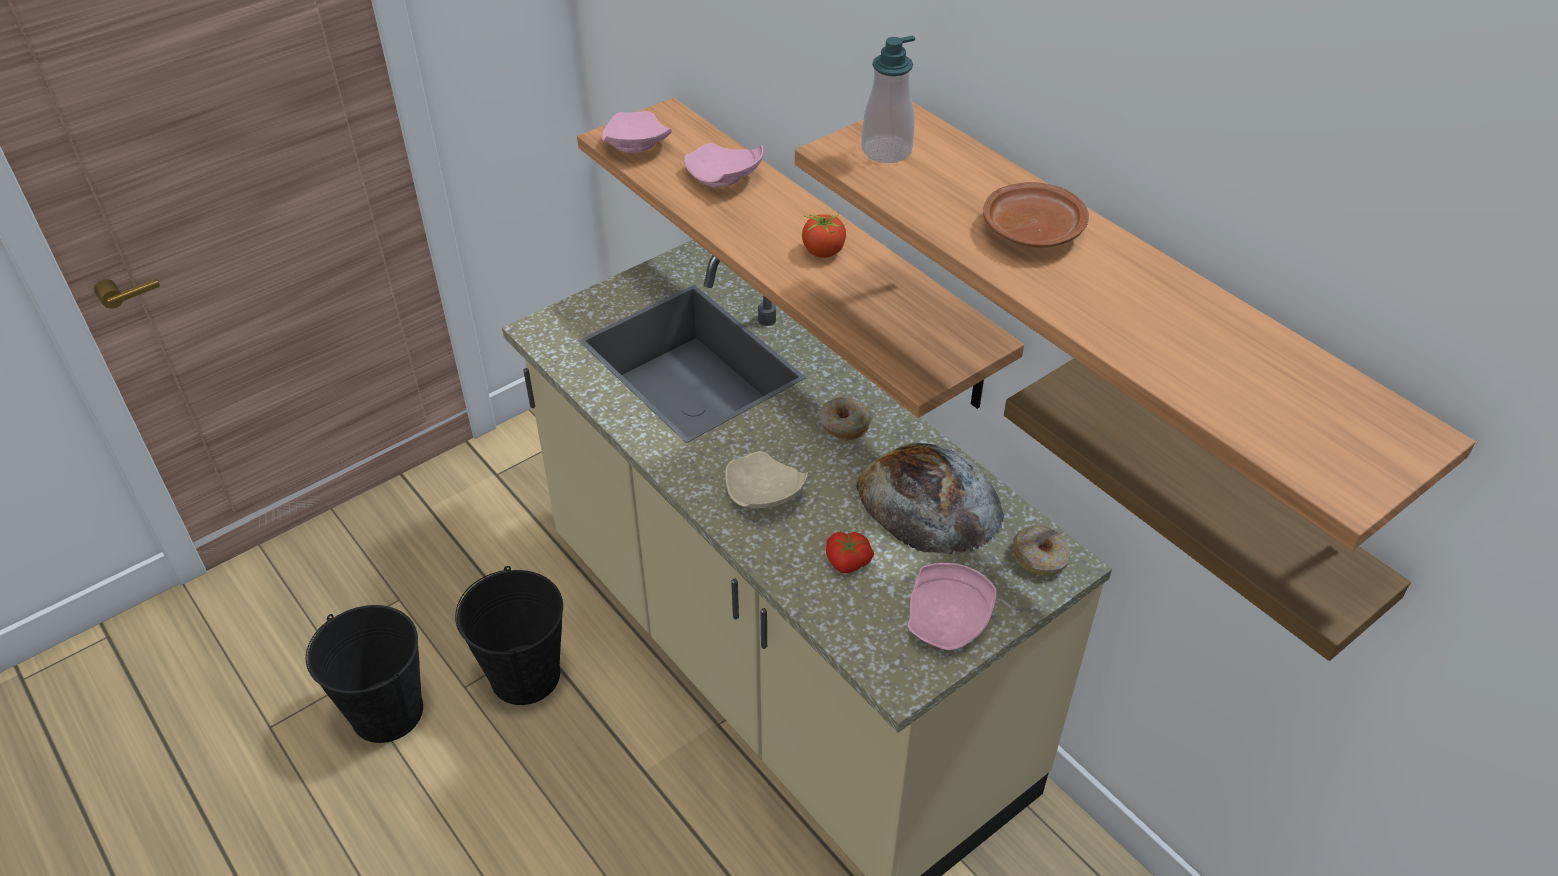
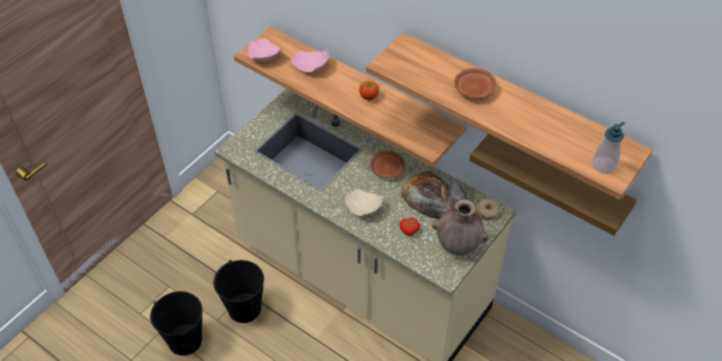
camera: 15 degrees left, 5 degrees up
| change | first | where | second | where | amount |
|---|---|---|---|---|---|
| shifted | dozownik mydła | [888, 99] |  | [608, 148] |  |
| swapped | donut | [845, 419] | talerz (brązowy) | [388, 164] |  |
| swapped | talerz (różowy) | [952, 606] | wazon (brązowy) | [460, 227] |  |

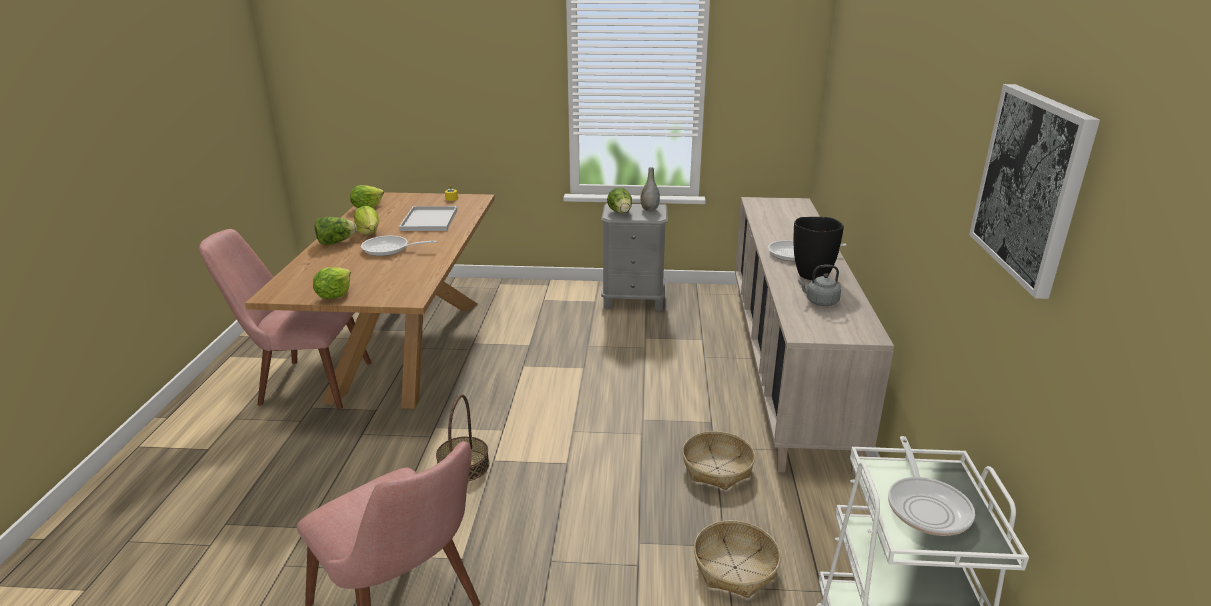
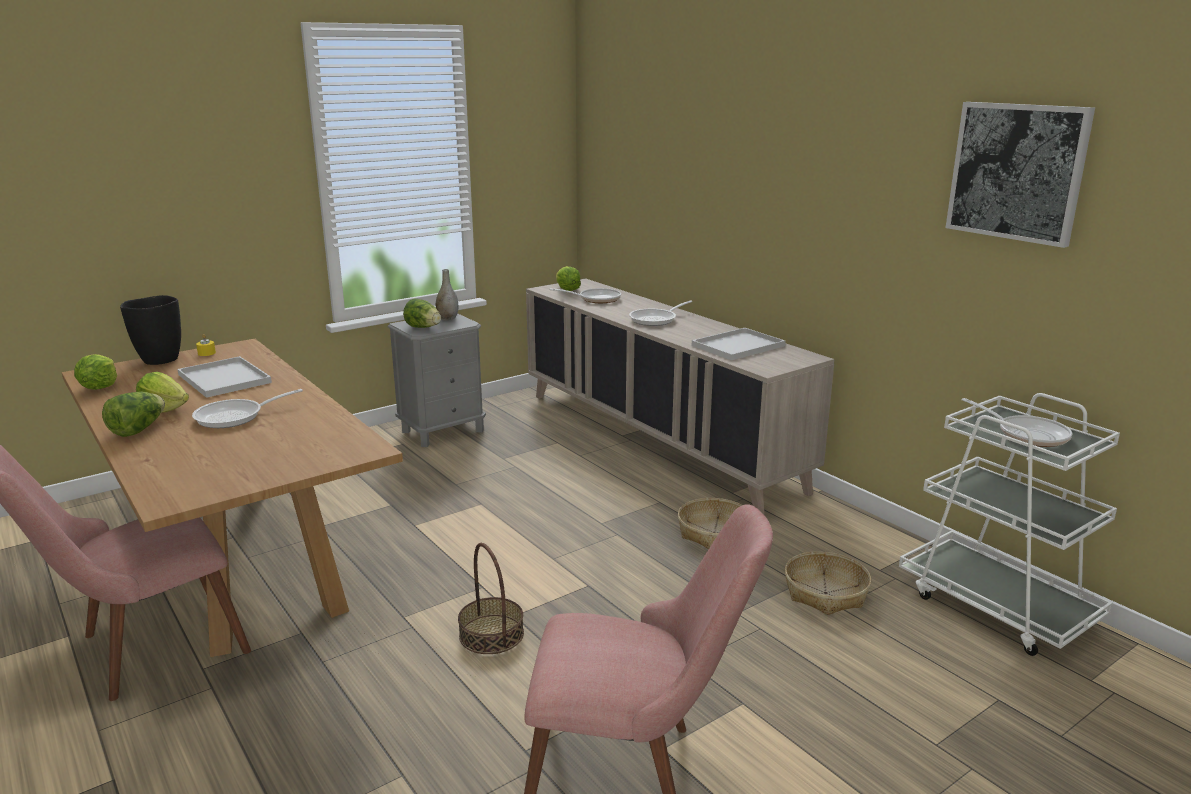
camera: 40 degrees left, 5 degrees down
| change | first | where | second | where | amount |
|---|---|---|---|---|---|
| shifted | wazon (czarny) | [818, 248] |  | [150, 330] |  |
| swapped | czajnik (szary) | [819, 285] | taca (biały) | [739, 344] |  |
| shifted | sałata | [332, 283] |  | [568, 278] |  |
| new |  |  | patelnia | [585, 295] |  |

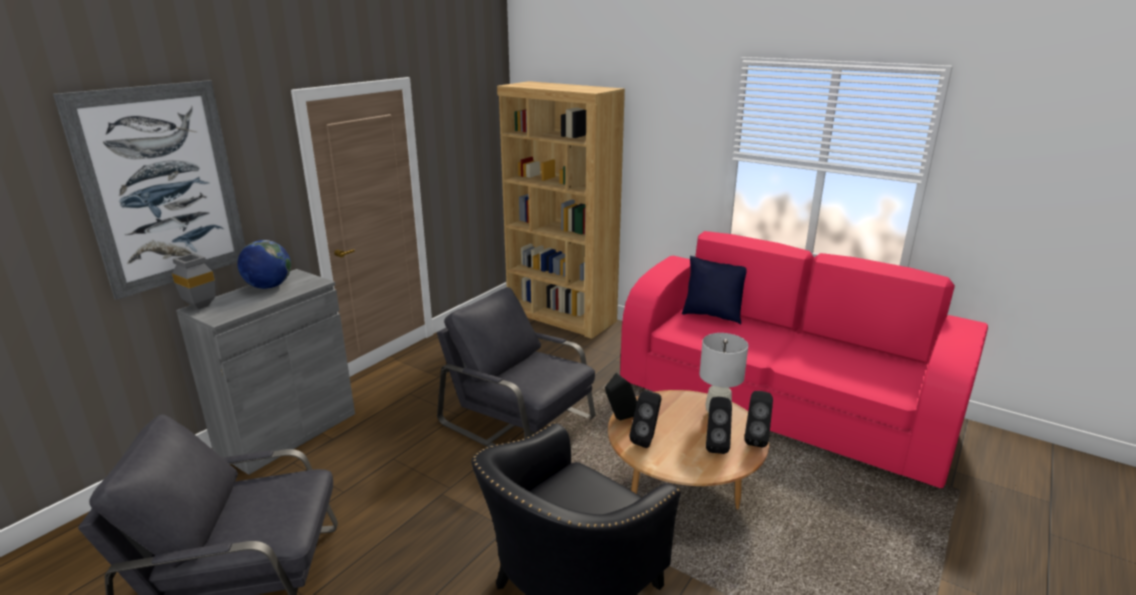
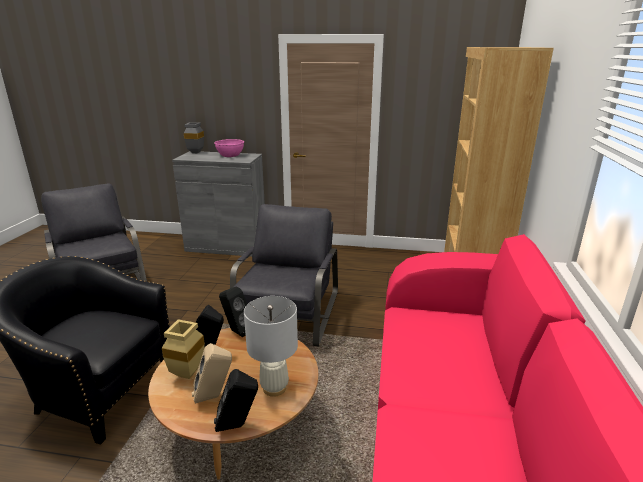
camera: 65 degrees right, 0 degrees up
| change | first | where | second | where | amount |
|---|---|---|---|---|---|
| gone | obraz | [149, 190] |  |  |  |
| swapped | globus | [264, 264] | miska (różowy) | [229, 148] |  |
| gone | poduszka (niebieski) | [714, 290] |  |  |  |
| repainted | głośnik (czarny) | [719, 425] | głośnik (beżowy) | [212, 373] |  |
| new |  |  | wazon (beżowy) | [183, 349] |  |

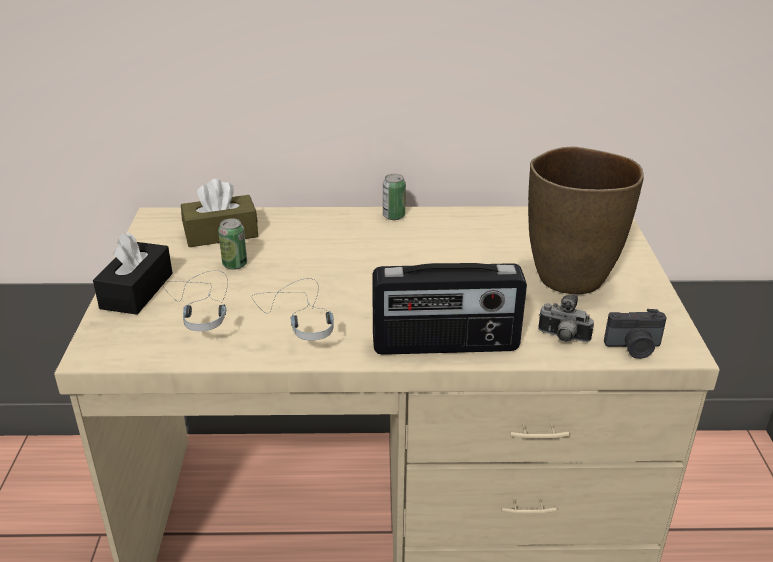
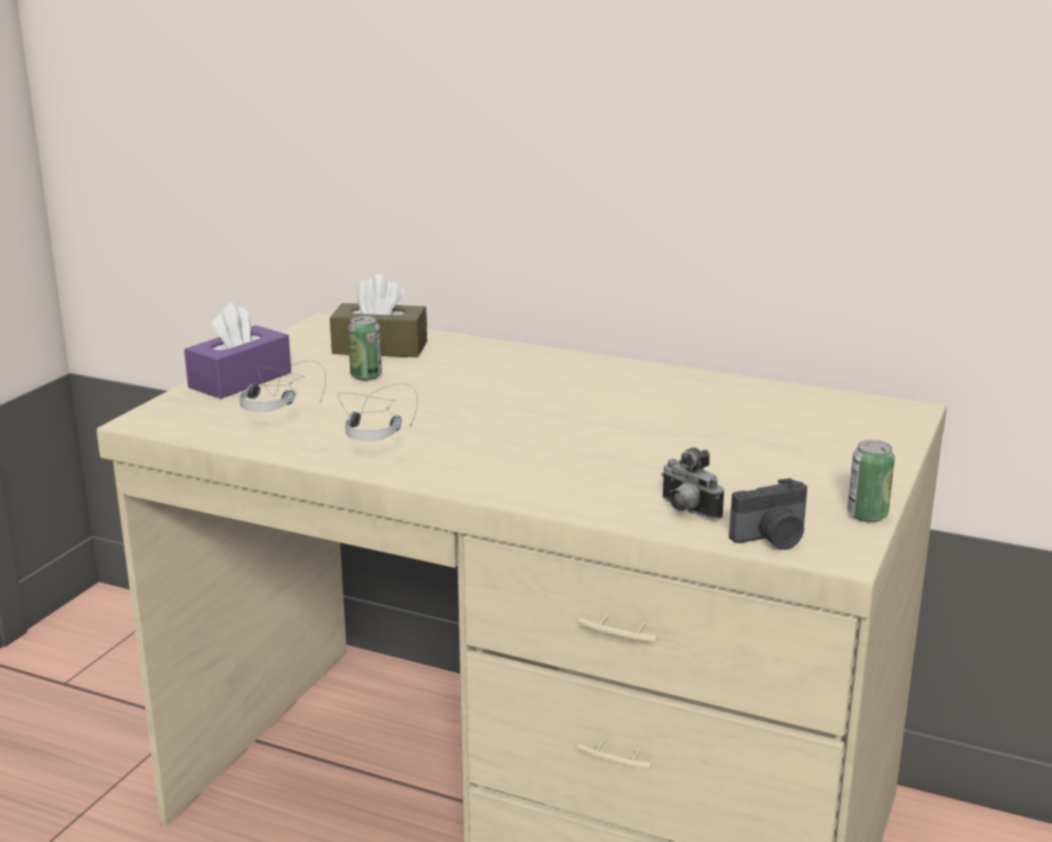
camera: 25 degrees right, 10 degrees down
| change | first | where | second | where | amount |
|---|---|---|---|---|---|
| gone | wazon (brązowy) | [586, 220] |  |  |  |
| shifted | puszka | [394, 197] |  | [871, 481] |  |
| repainted | pudełko chusteczek (czarny) | [133, 273] | pudełko chusteczek (fioletowy) | [237, 350] |  |
| gone | radio | [449, 309] |  |  |  |
| rotated | aparat fotograficzny | [635, 334] |  | [768, 514] | 45 degrees counterclockwise |

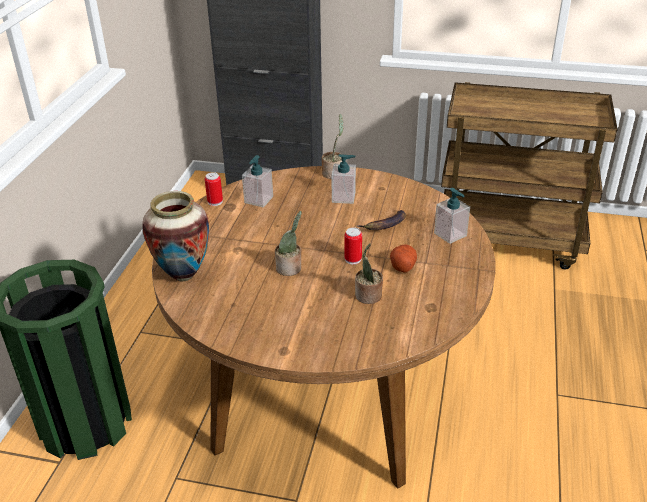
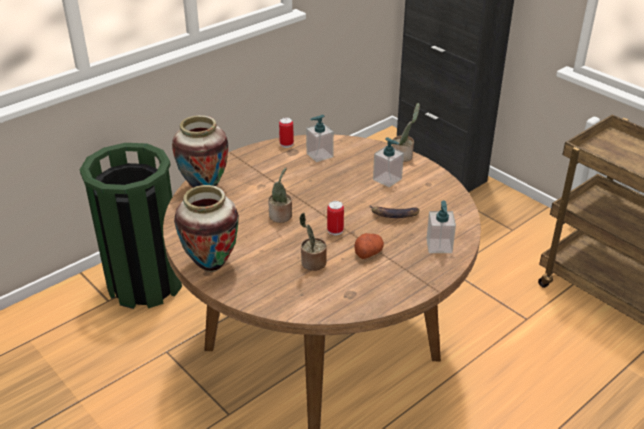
camera: 35 degrees right, 0 degrees up
| change | first | where | second | where | amount |
|---|---|---|---|---|---|
| new |  |  | wazon | [206, 228] |  |

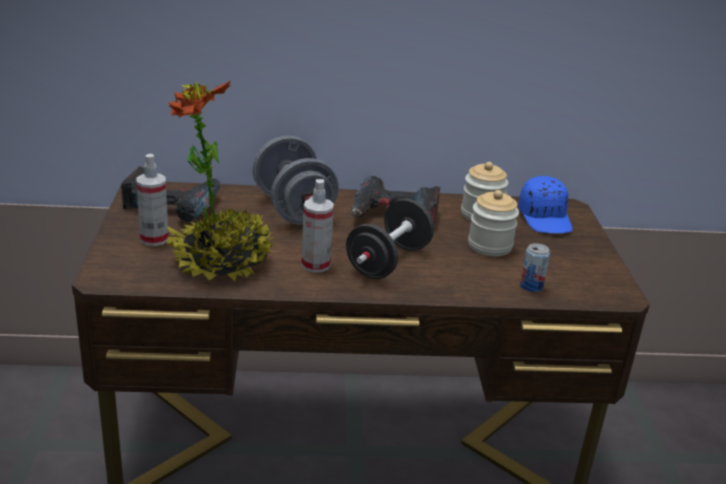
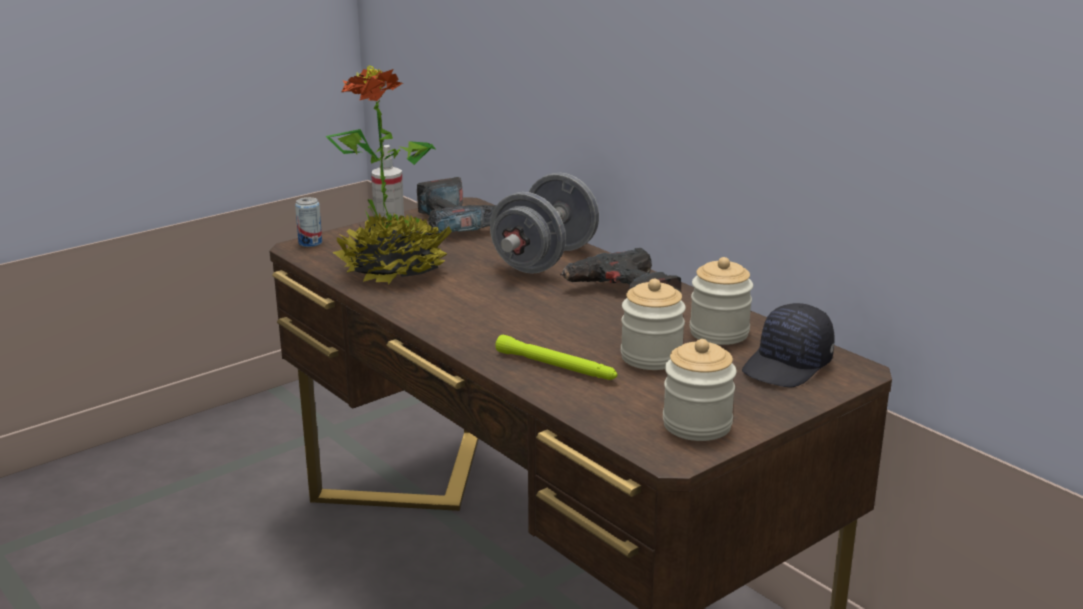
camera: 55 degrees right, 5 degrees down
| change | first | where | second | where | amount |
|---|---|---|---|---|---|
| repainted | czapka z daszkiem (niebieski) | [545, 204] | czapka z daszkiem (czarny) | [788, 345] |  |
| gone | spryskiwacz | [317, 226] |  |  |  |
| gone | hantel (czarny) | [390, 238] |  |  |  |
| shifted | puszka | [535, 267] |  | [308, 222] |  |
| new |  |  | latarka (zielony) | [556, 357] |  |
| new |  |  | słoik | [700, 390] |  |

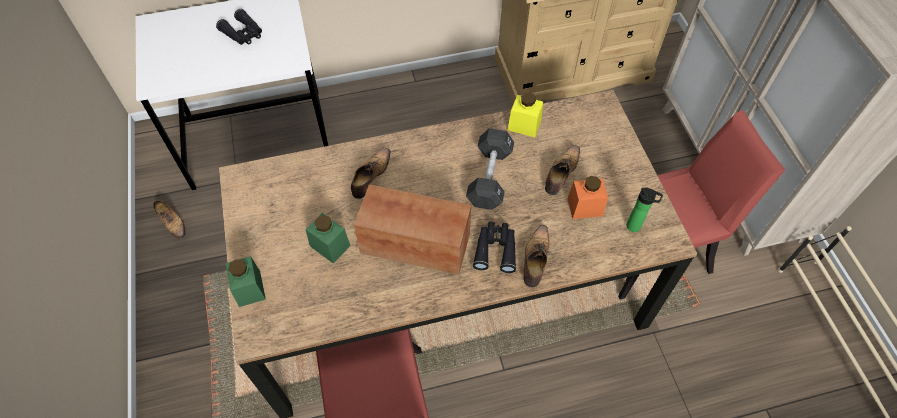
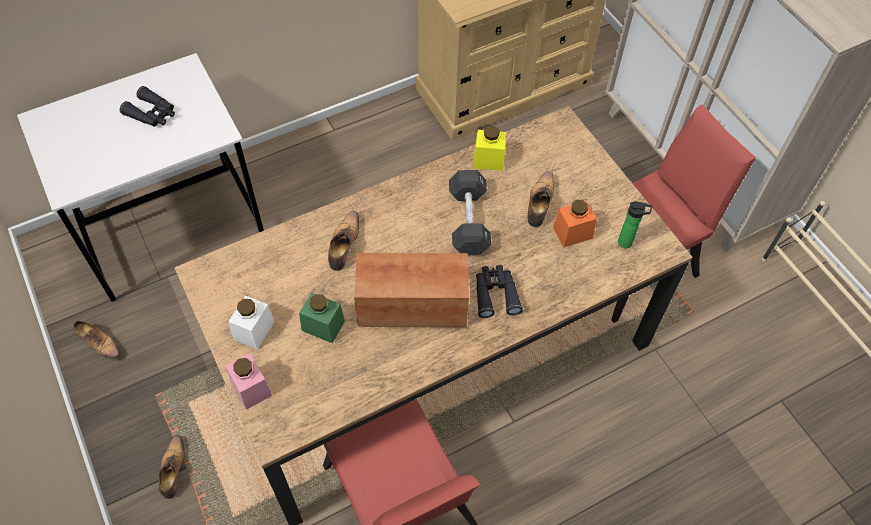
camera: 15 degrees left, 0 degrees up
| change | first | where | second | where | amount |
|---|---|---|---|---|---|
| shifted | but | [536, 256] |  | [171, 467] |  |
| repainted | słoik (zielony) | [246, 281] | słoik (różowy) | [249, 381] |  |
| new |  |  | słoik (biały) | [251, 322] |  |

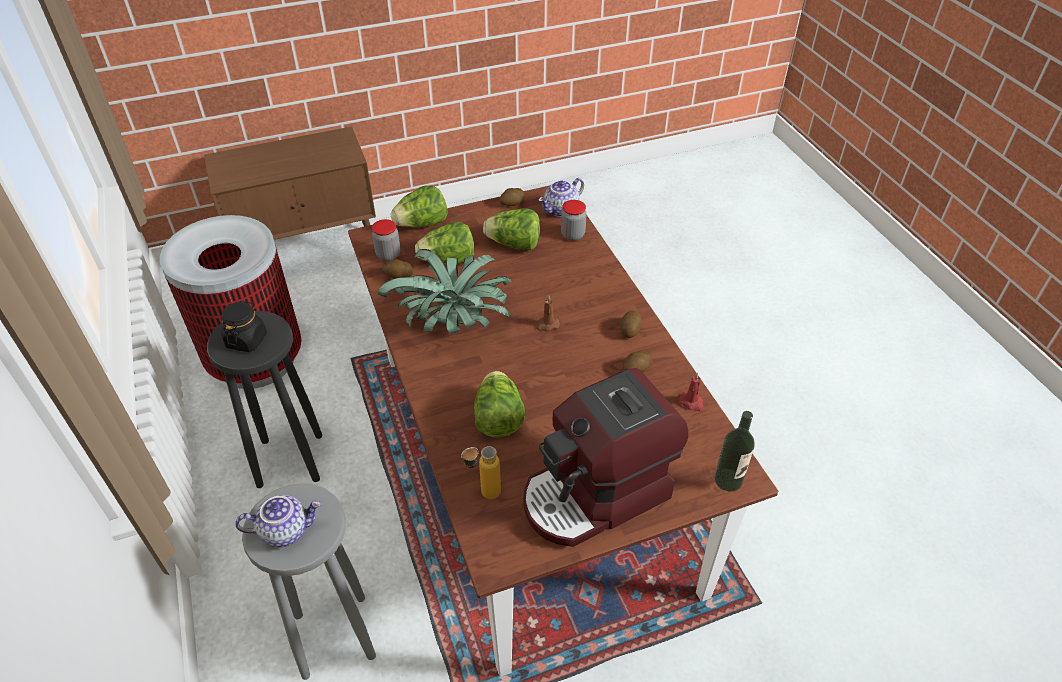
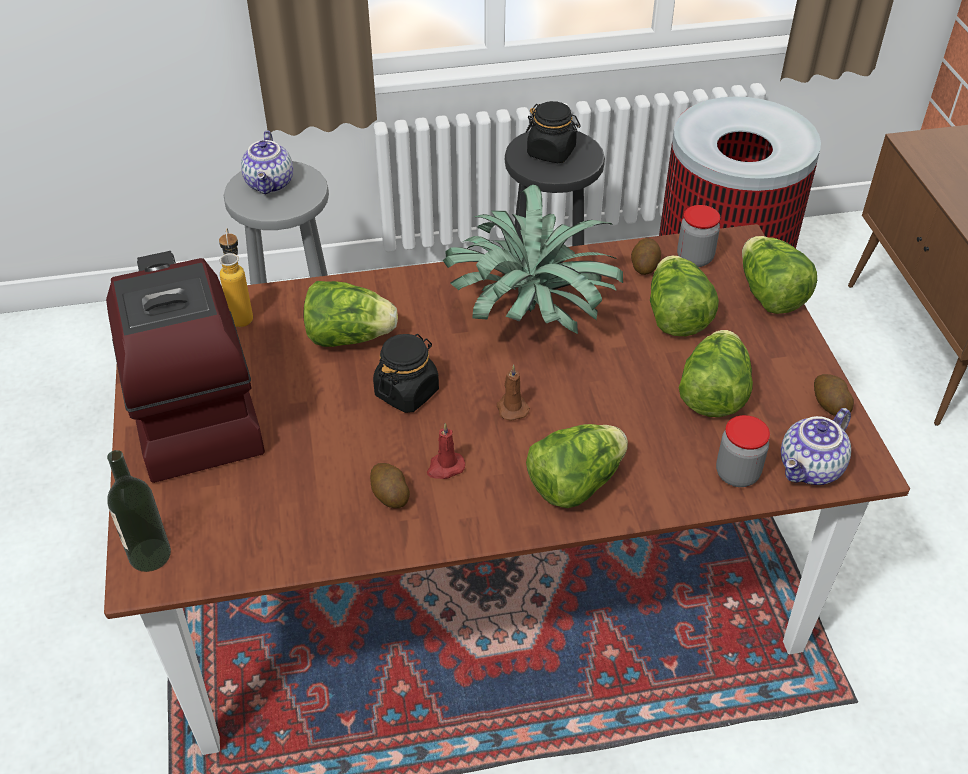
camera: 100 degrees right, 0 degrees up
| change | first | where | second | where | amount |
|---|---|---|---|---|---|
| rotated | imbryk | [561, 197] |  | [816, 446] | 105 degrees counterclockwise |
| gone | ziemniak | [631, 324] |  |  |  |
| shifted | świeca (czerwony) | [691, 392] |  | [446, 451] |  |
| new |  |  | słoik (czarny) | [406, 373] |  |
| new |  |  | sałata | [577, 466] |  |

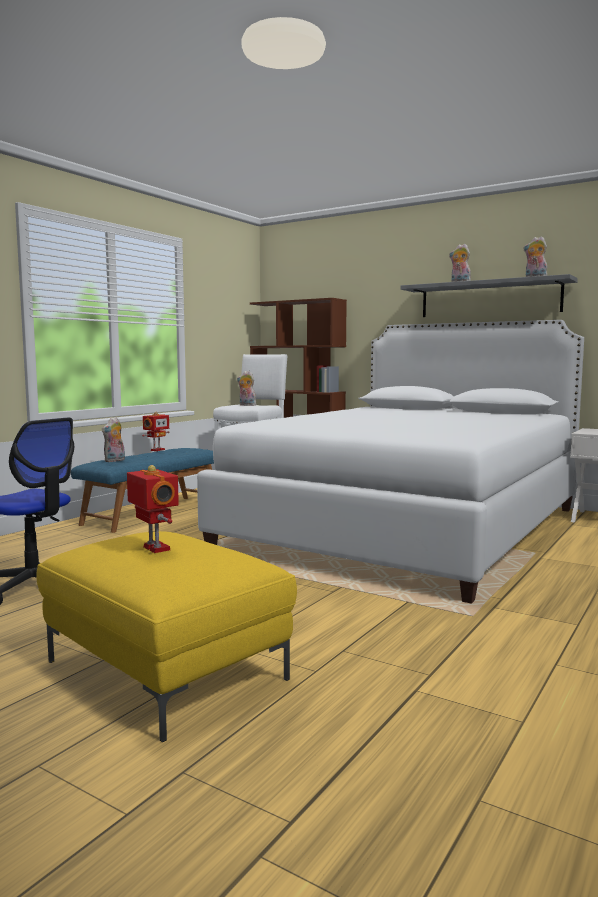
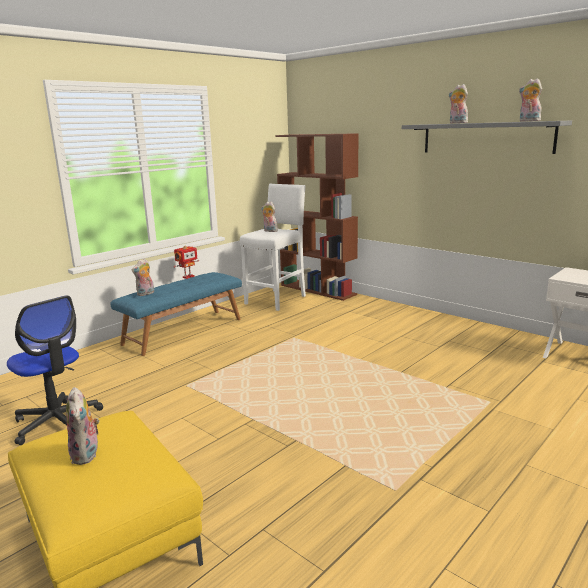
camera: 10 degrees right, 10 degrees up
| change | first | where | second | where | amount |
|---|---|---|---|---|---|
| gone | łóżko (biały) | [390, 462] |  |  |  |
| swapped | robot zabawkowy | [153, 509] | pluszak | [83, 426] |  |

